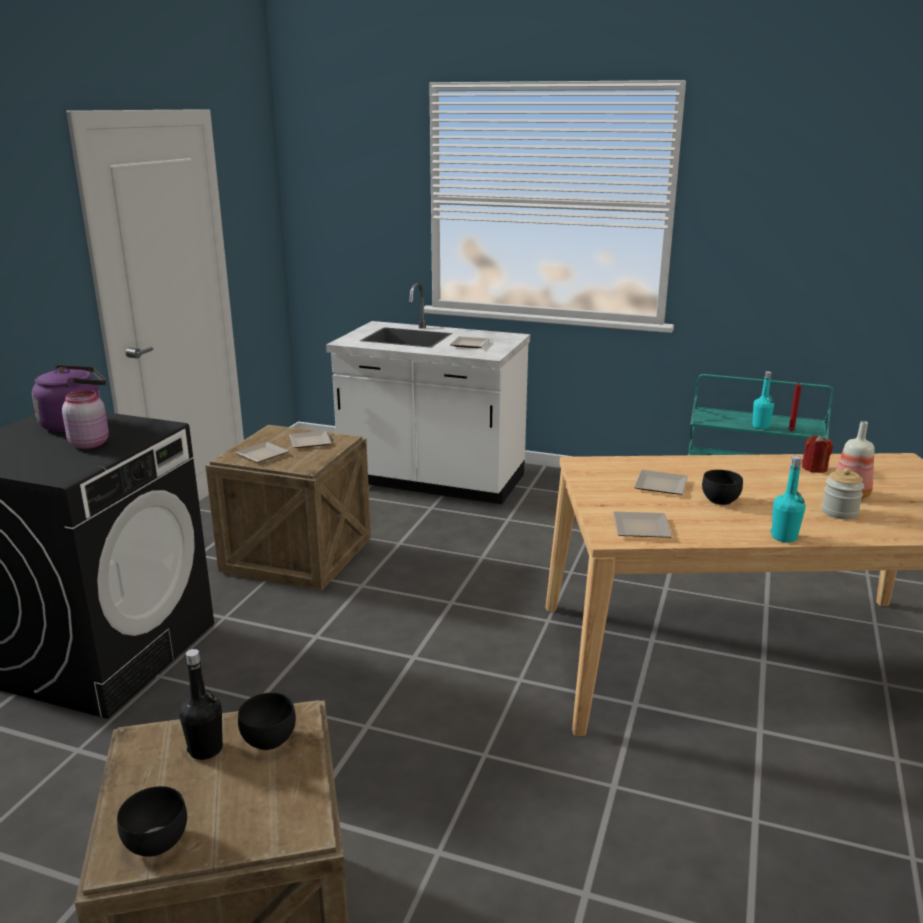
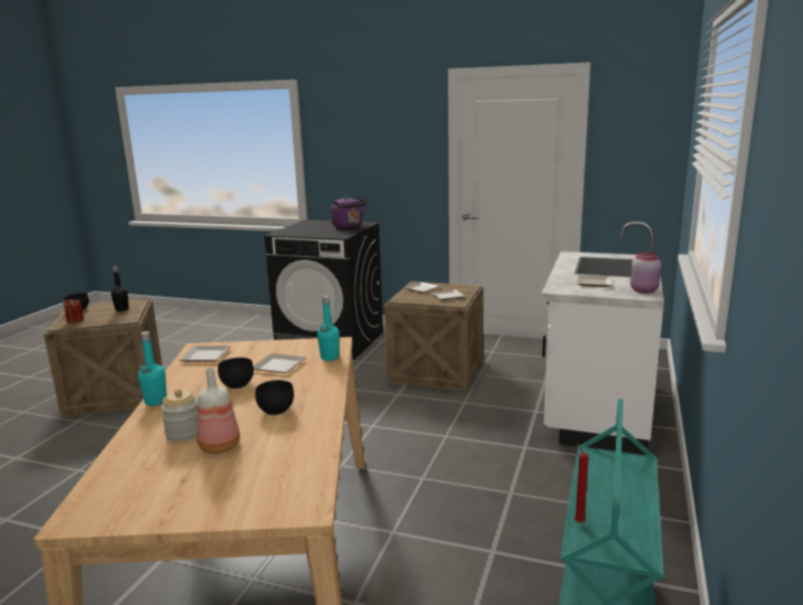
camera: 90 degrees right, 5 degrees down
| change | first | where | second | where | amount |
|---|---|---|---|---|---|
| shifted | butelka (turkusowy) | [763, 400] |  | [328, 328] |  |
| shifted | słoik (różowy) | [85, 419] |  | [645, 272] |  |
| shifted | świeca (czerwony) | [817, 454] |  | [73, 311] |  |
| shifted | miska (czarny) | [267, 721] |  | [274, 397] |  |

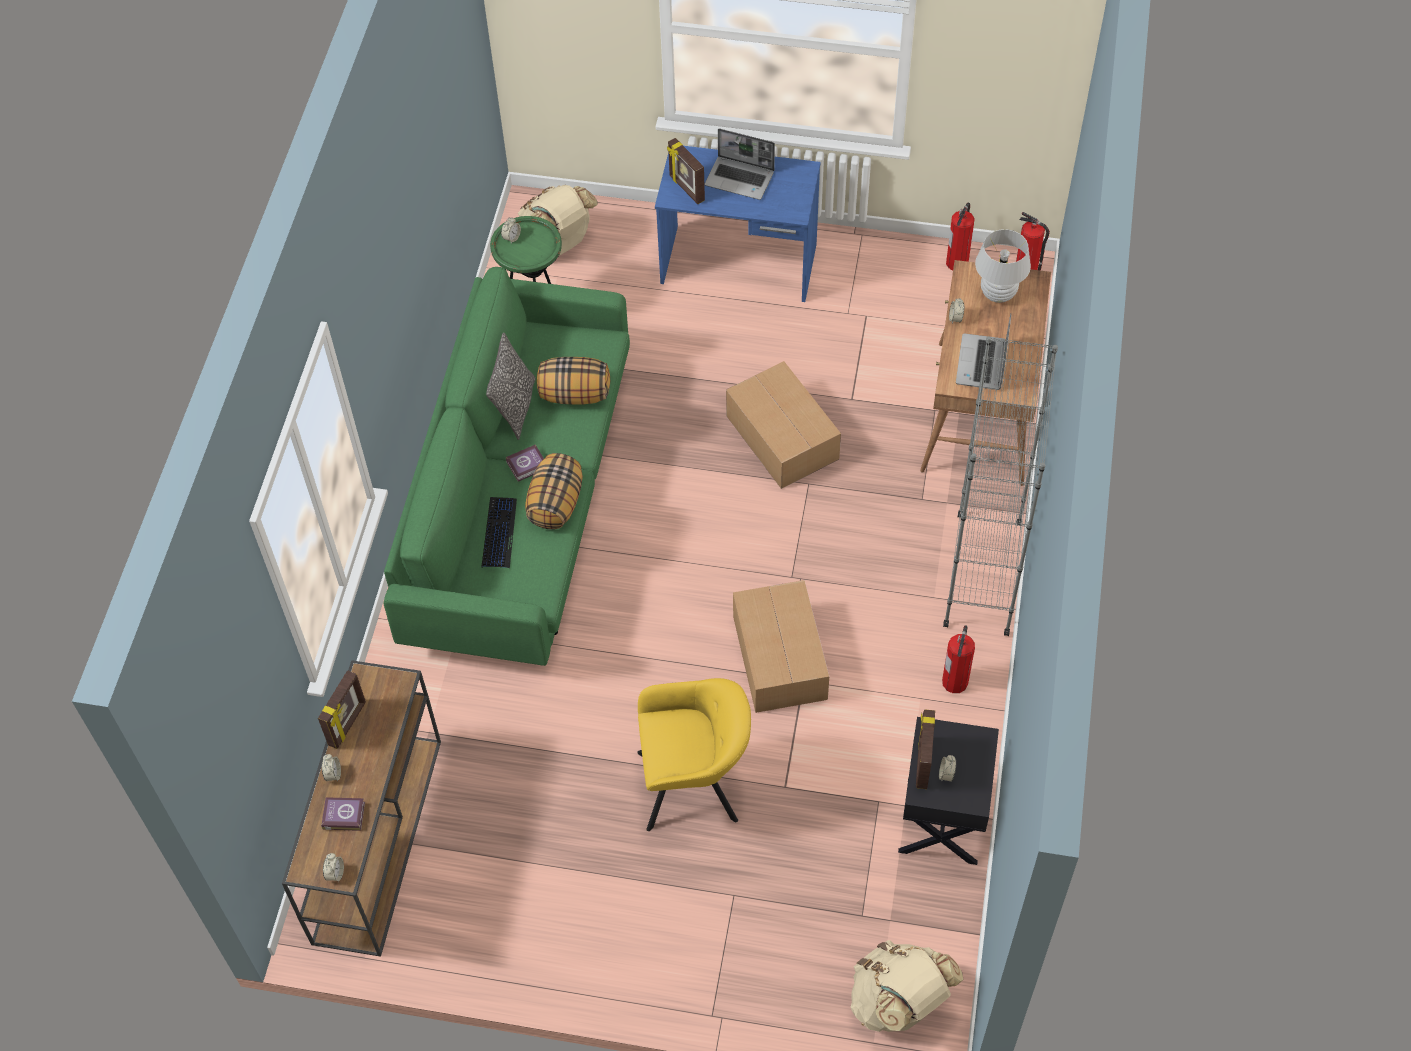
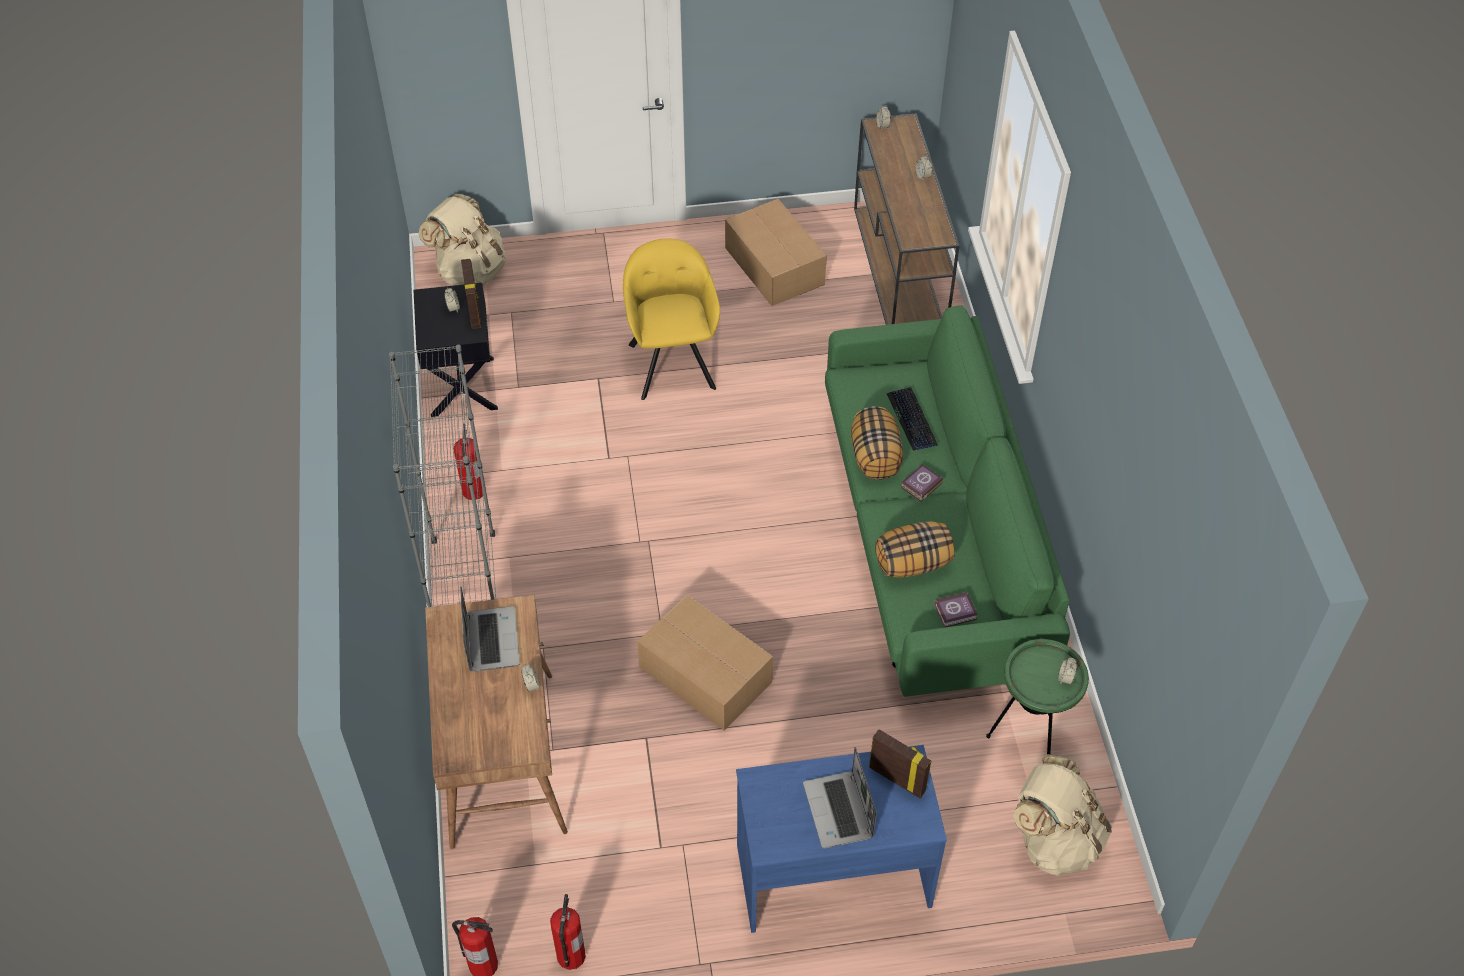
camera: 160 degrees right, 5 degrees down
| change | first | where | second | where | amount |
|---|---|---|---|---|---|
| rotated | laptop | [740, 164] |  | [840, 797] | 105 degrees counterclockwise |
| gone | lampa stołowa (biały) | [1003, 266] |  |  |  |
| gone | poduszka | [510, 386] |  |  |  |
| shifted | karton | [781, 646] |  | [776, 252] |  |
| gone | ramka na zdjęcie | [342, 709] |  |  |  |
| rotated | fotel (żółty) | [694, 754] |  | [671, 319] | 105 degrees clockwise |
| shifted | książka | [343, 814] |  | [956, 609] |  |

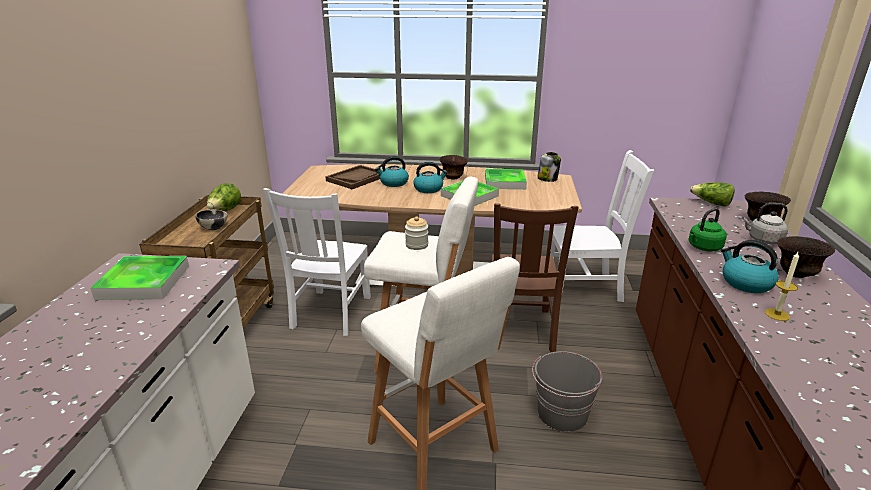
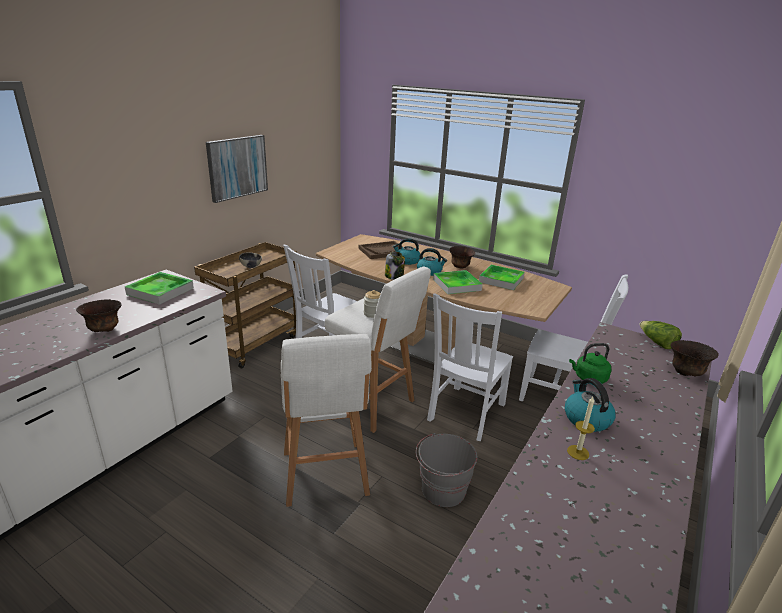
camera: 25 degrees right, 0 degrees up
| change | first | where | second | where | amount |
|---|---|---|---|---|---|
| shifted | słoik | [549, 167] |  | [395, 266] |  |
| gone | sałata | [224, 197] |  |  |  |
| repainted | krzesło (brązowy) | [535, 277] | krzesło (biały) | [470, 367] |  |
| gone | czajnik (szary) | [765, 223] |  |  |  |
| shifted | miska (brązowy) | [806, 257] |  | [99, 315] |  |
| new |  |  | obraz | [237, 169] |  |

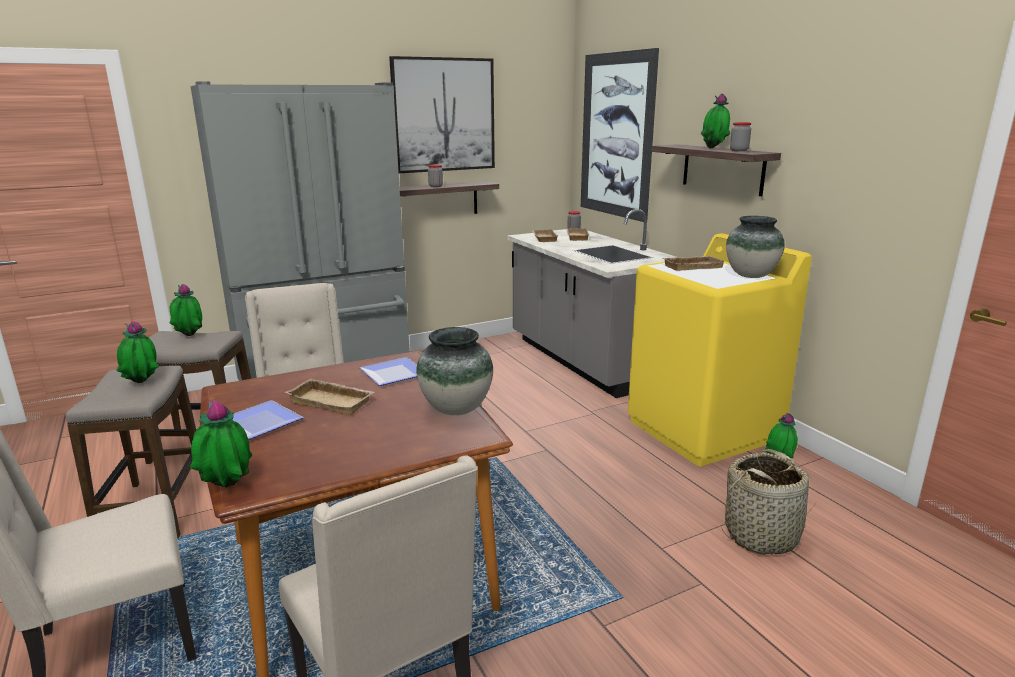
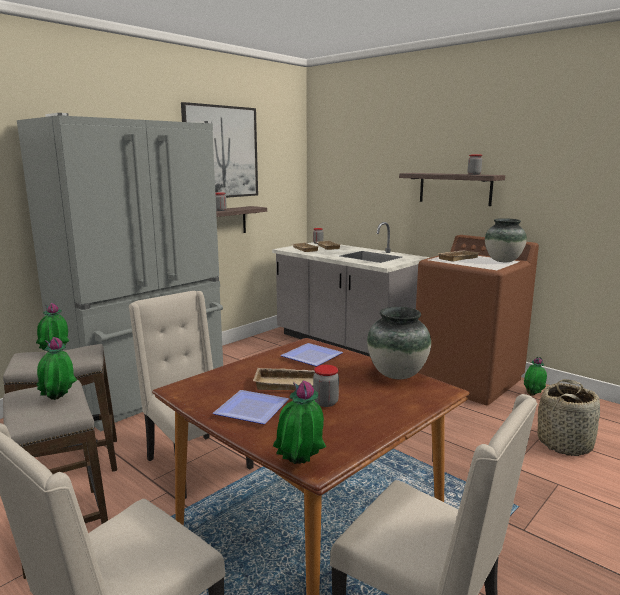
camera: 20 degrees left, 5 degrees down
| change | first | where | second | where | amount |
|---|---|---|---|---|---|
| gone | obraz | [620, 135] |  |  |  |
| gone | roślina doniczkowa | [715, 120] |  |  |  |
| repainted | pralka (żółty) | [720, 349] | pralka (brązowy) | [477, 320] |  |
| new |  |  | słoik | [326, 386] |  |

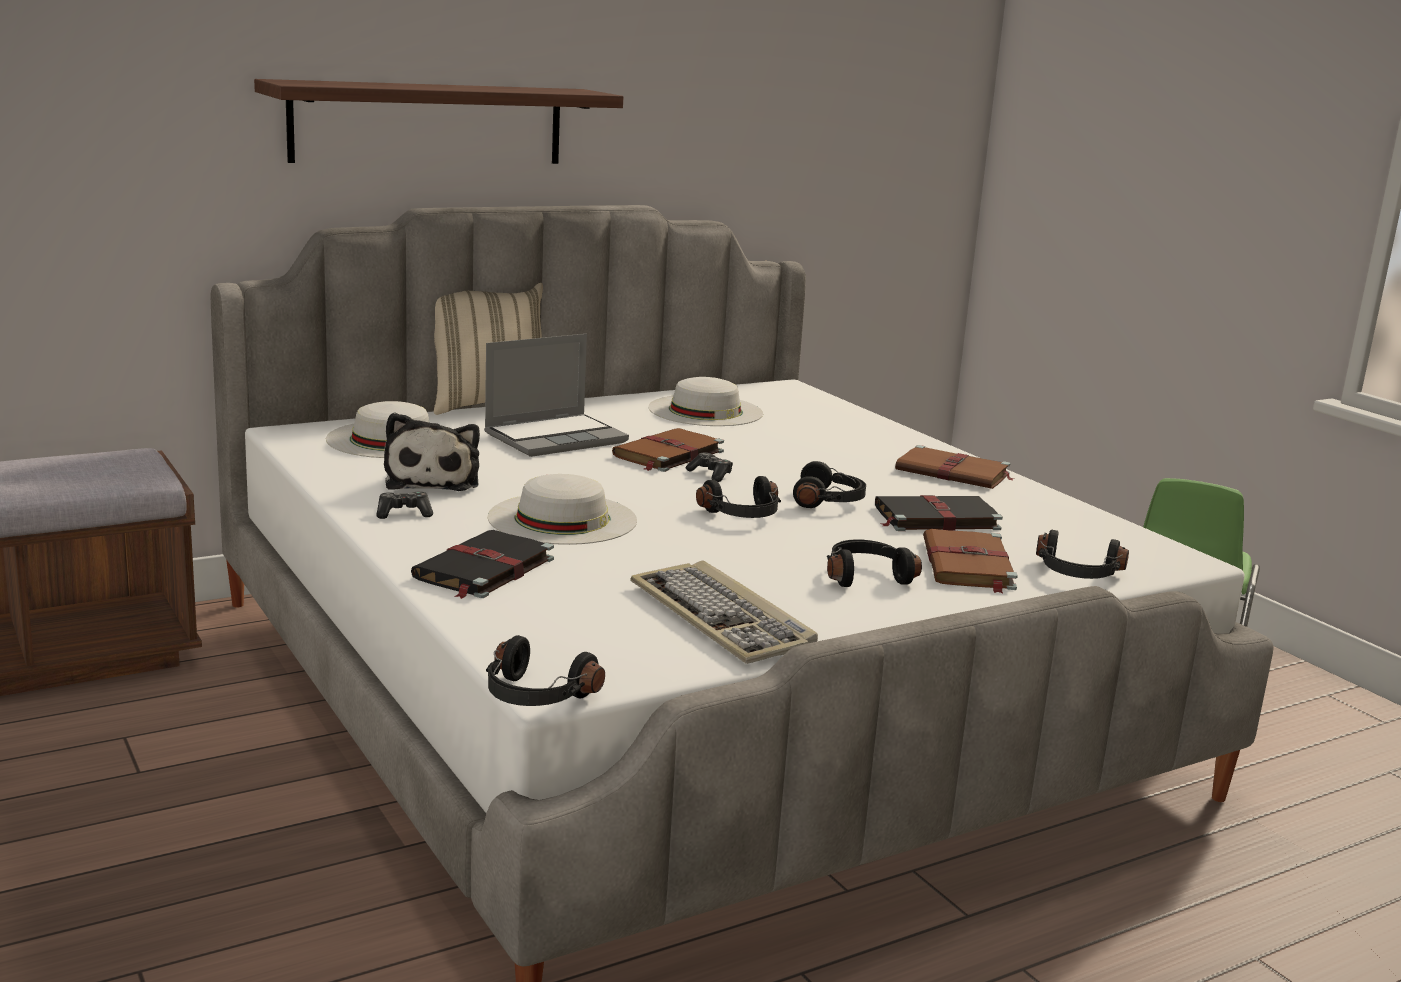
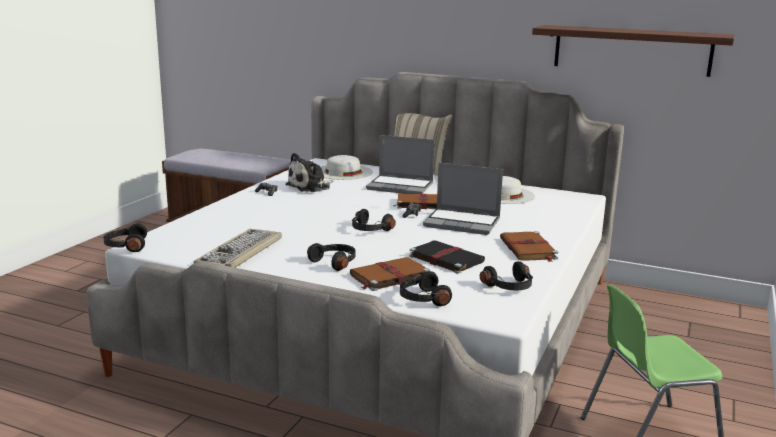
camera: 55 degrees right, 0 degrees up
| change | first | where | second | where | amount |
|---|---|---|---|---|---|
| shifted | półka | [438, 121] |  | [633, 51] |  |
| shifted | słuchawki (czarny) | [829, 484] |  | [506, 275] |  |
| gone | kapelusz (biały) | [562, 509] |  |  |  |
| gone | książka (czarny) | [482, 564] |  |  |  |
| new |  |  | laptop | [463, 199] |  |

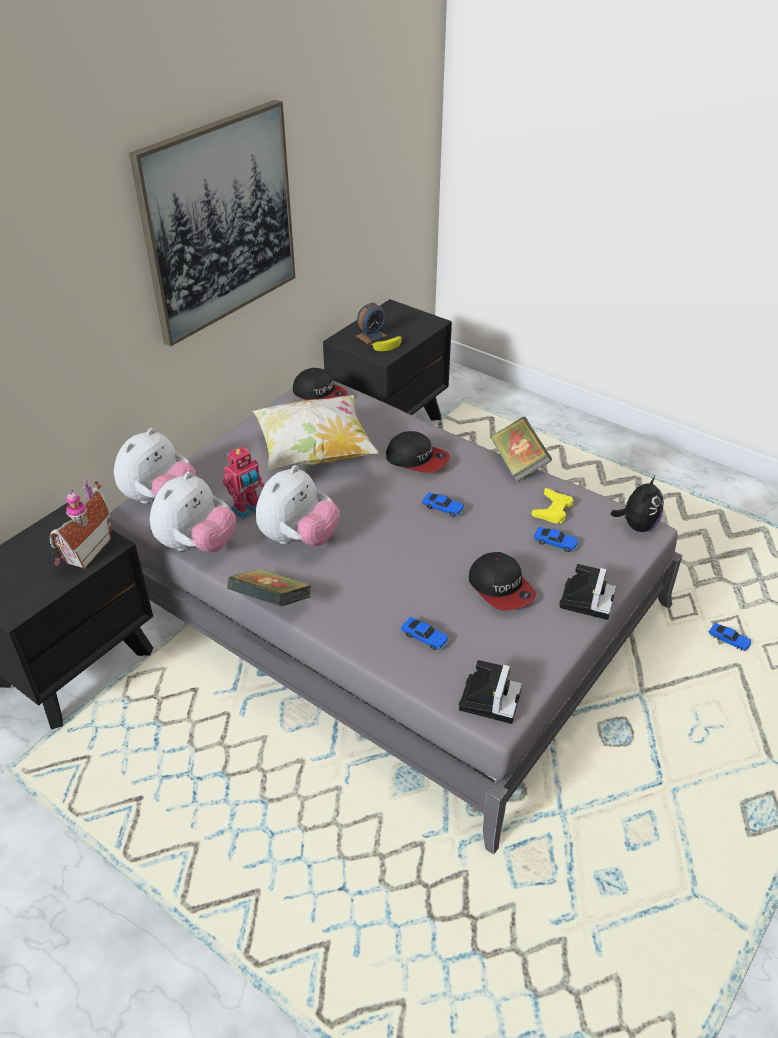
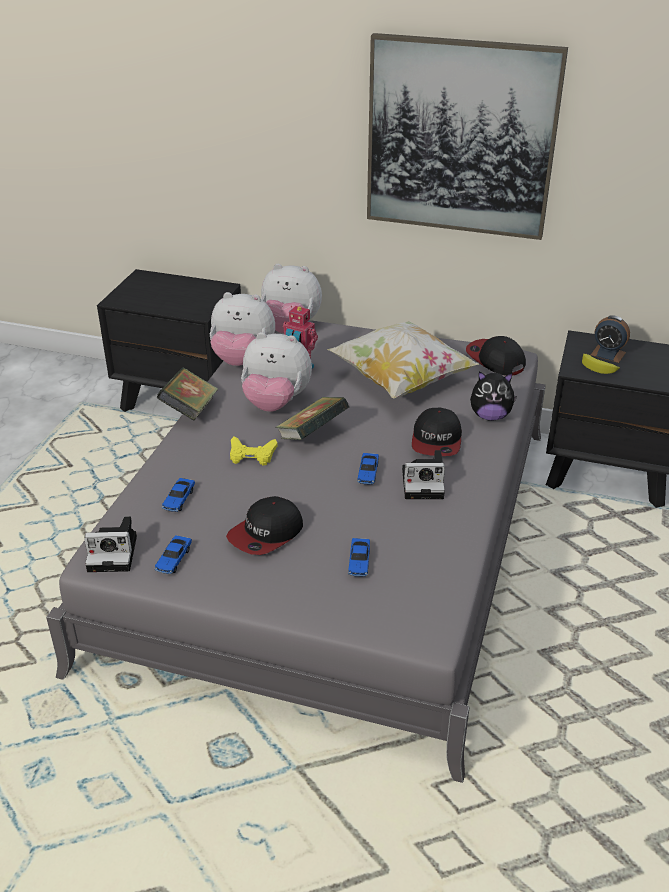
camera: 70 degrees right, 5 degrees down
| change | first | where | second | where | amount |
|---|---|---|---|---|---|
| rotated | czapka z daszkiem | [320, 384] |  | [496, 356] | 120 degrees clockwise |
| shifted | książka | [521, 449] |  | [312, 418] |  |
| shifted | pluszak | [637, 503] |  | [493, 396] |  |
| gone | domek | [80, 523] |  |  |  |
| shifted | pad do gier (żółty) | [552, 506] |  | [254, 451] |  |
| shifted | aparat fotograficzny | [587, 592] |  | [423, 474] |  |
| shifted | samochodzik | [730, 637] |  | [173, 554] |  |

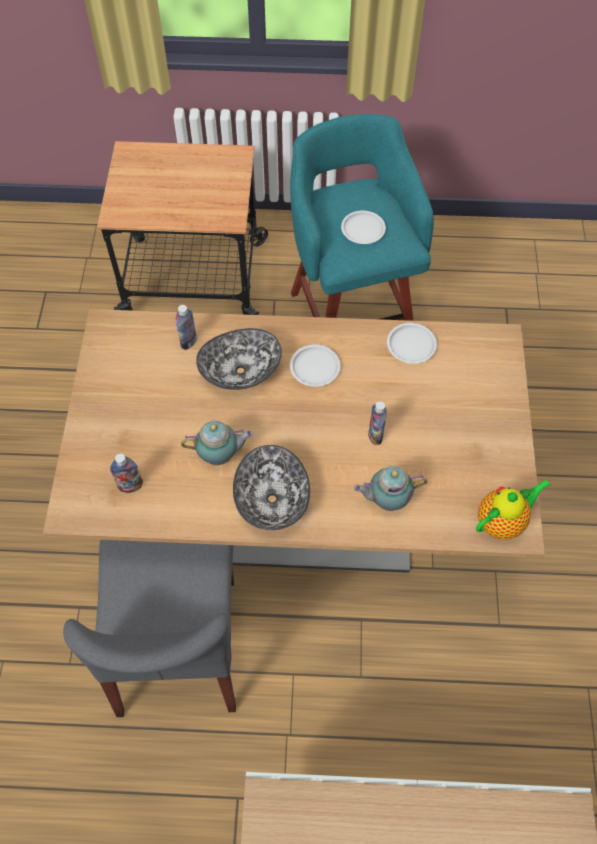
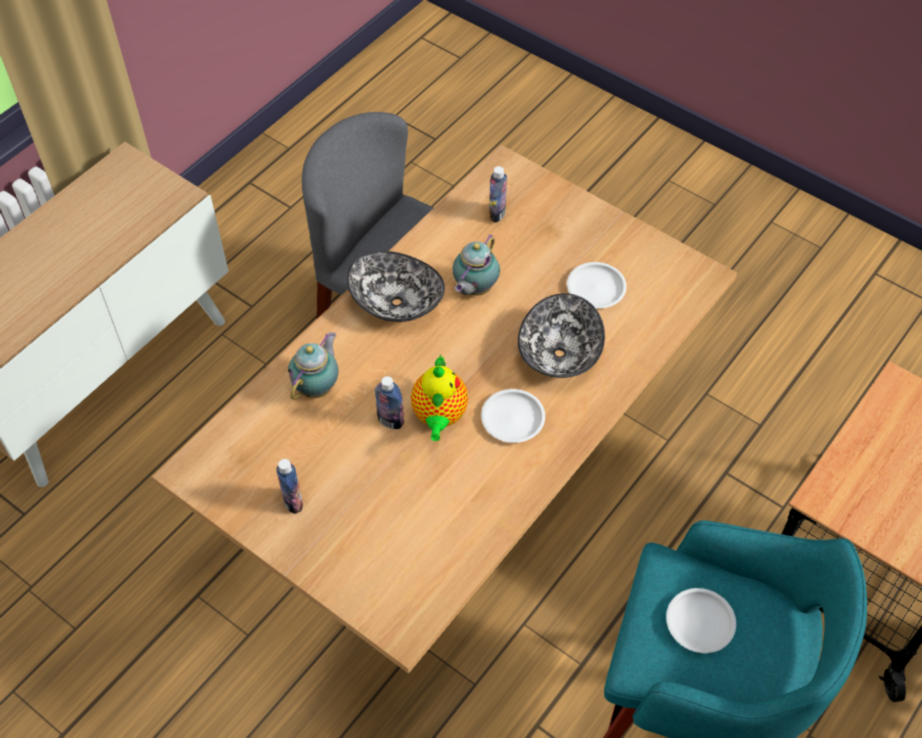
camera: 125 degrees right, 5 degrees down
| change | first | where | second | where | amount |
|---|---|---|---|---|---|
| shifted | butelka | [186, 327] |  | [289, 486] |  |
| shifted | talerz (biały) | [412, 343] |  | [597, 285] |  |
| shifted | imbryk | [513, 509] |  | [439, 397] |  |

